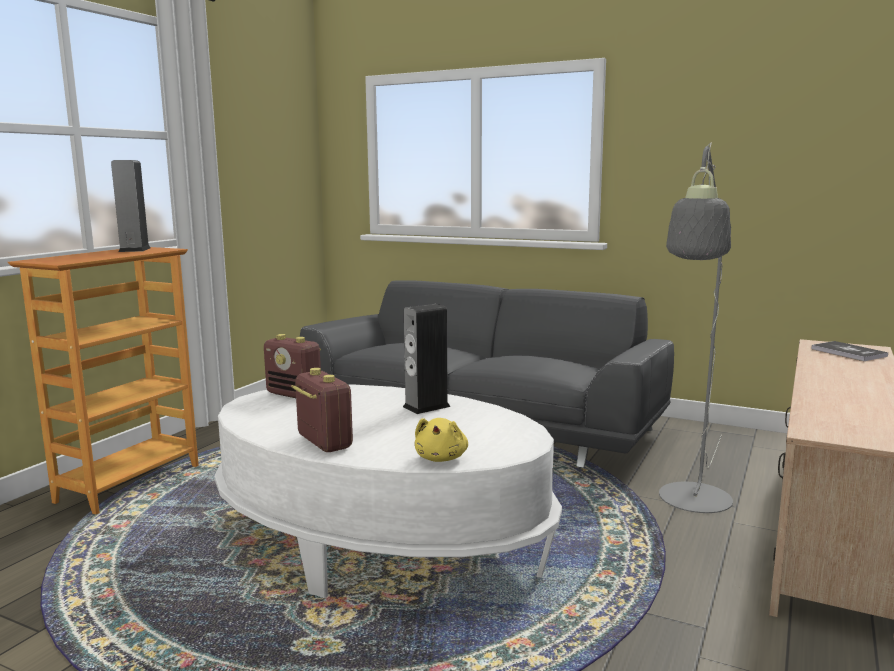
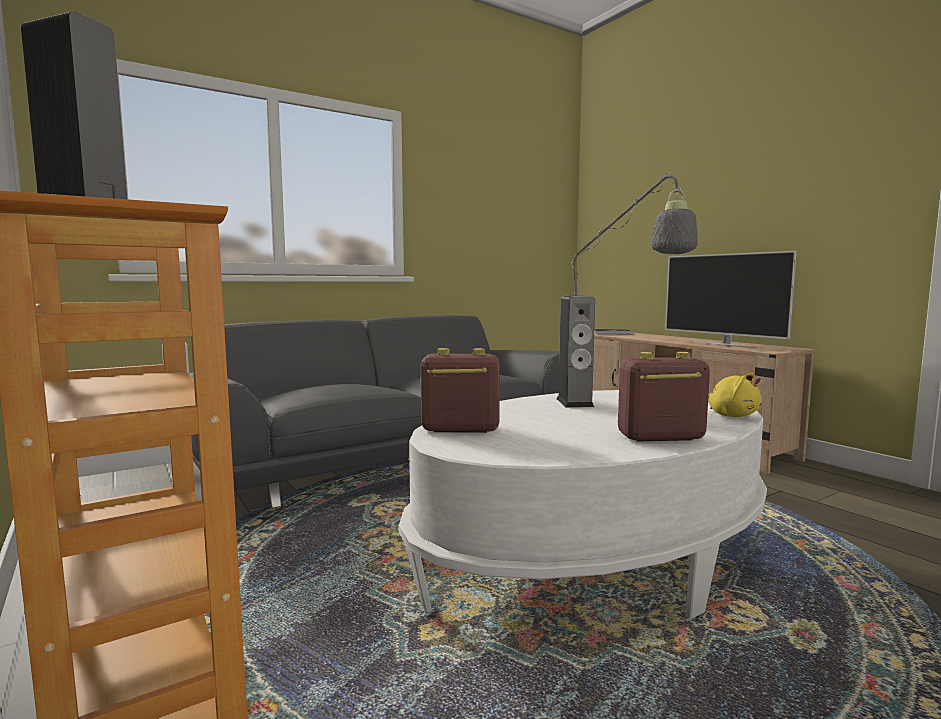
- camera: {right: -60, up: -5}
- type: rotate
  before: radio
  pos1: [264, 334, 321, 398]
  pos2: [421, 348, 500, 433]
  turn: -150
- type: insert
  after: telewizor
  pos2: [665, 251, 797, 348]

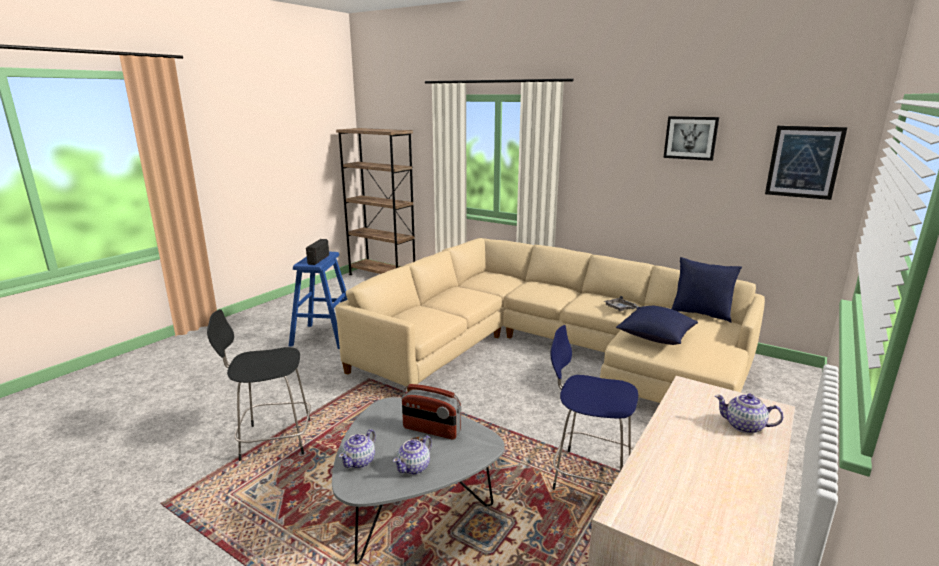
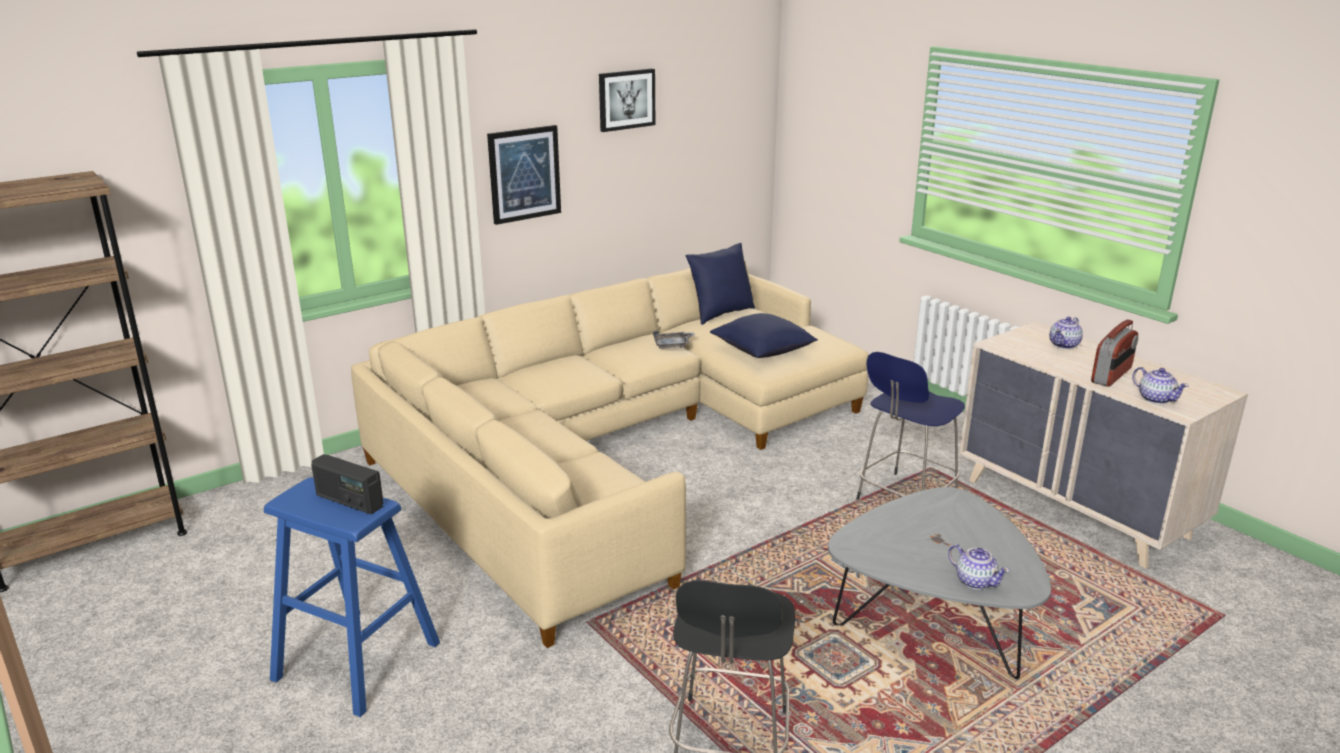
- camera: {right: -70, up: 5}
- type: move
  before: obraz
  pos1: [765, 126, 847, 200]
  pos2: [487, 125, 561, 225]
- type: move
  before: radio
  pos1: [402, 384, 462, 439]
  pos2: [1091, 319, 1138, 387]
- type: move
  before: imbryk
  pos1: [393, 435, 432, 475]
  pos2: [1132, 367, 1188, 404]

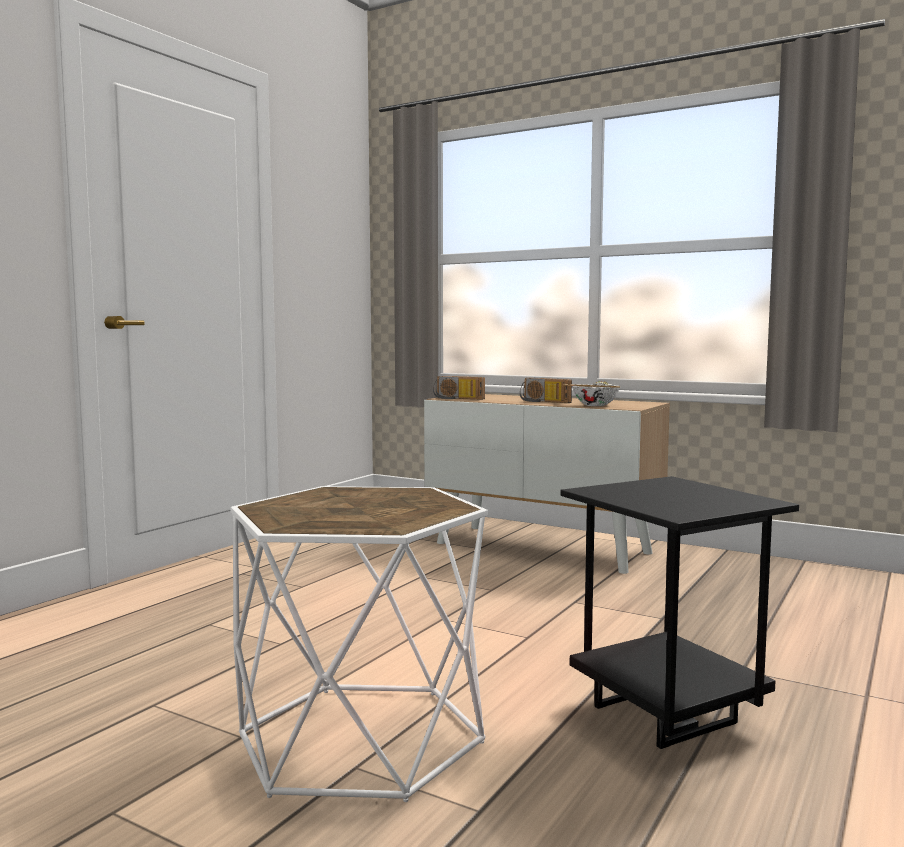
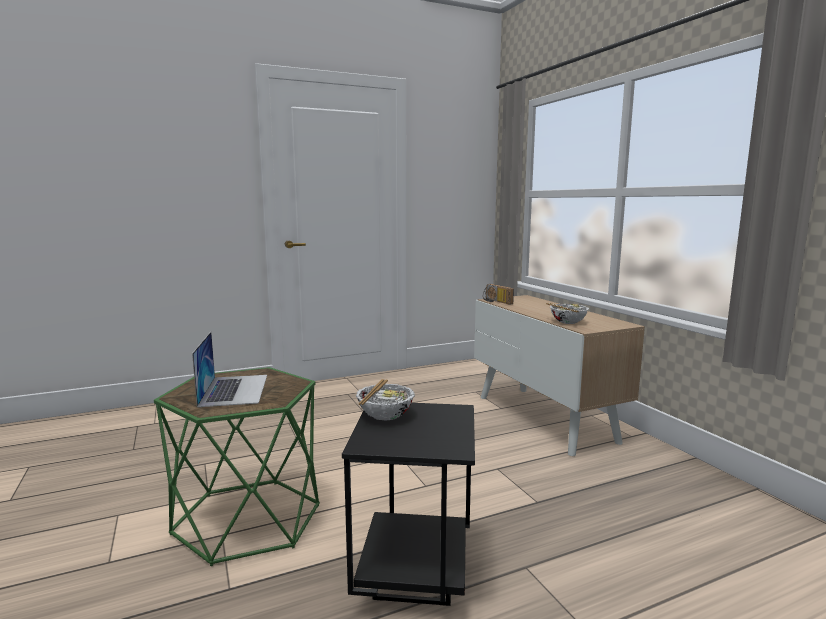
- camera: {right: 35, up: 5}
- type: recolor
  before: stolik (biały)
  after: stolik (zielony)
  pos1: [231, 486, 488, 802]
  pos2: [154, 367, 320, 566]
- type: insert
  after: laptop
  pos2: [192, 332, 267, 407]
- type: insert
  after: miska
  pos2: [356, 379, 415, 421]
- type: delete
  before: radio
  pos1: [520, 378, 572, 403]

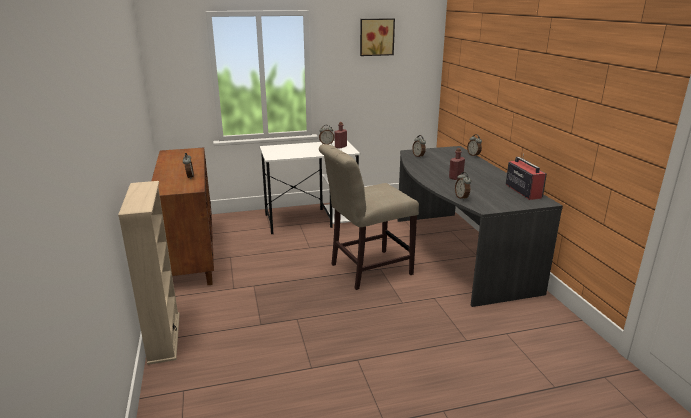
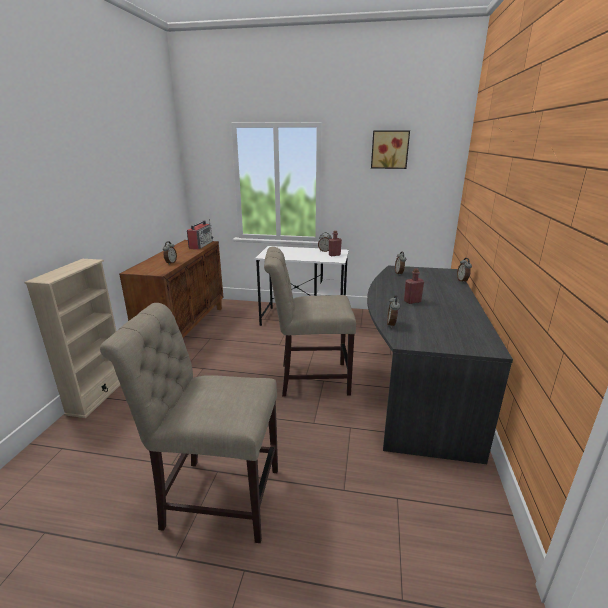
- camera: {right: 25, up: 0}
- type: insert
  after: krzesło (beżowy)
  pos2: [100, 303, 278, 543]
- type: move
  before: radio
  pos1: [506, 154, 547, 200]
  pos2: [187, 219, 213, 250]

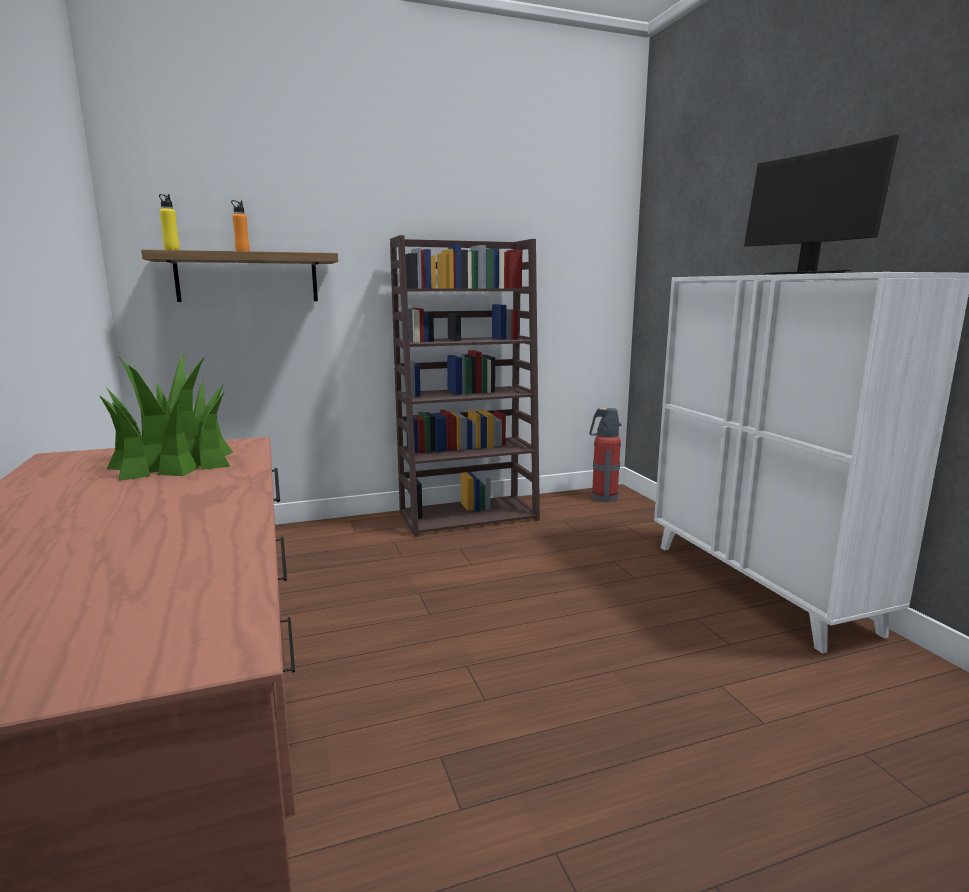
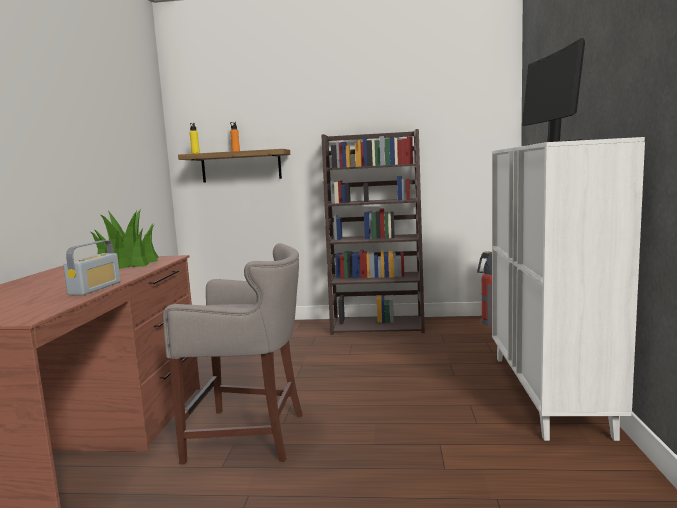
- camera: {right: 25, up: -5}
- type: insert
  after: radio
  pos2: [63, 240, 121, 295]
- type: insert
  after: stołek (szary)
  pos2: [163, 243, 303, 464]

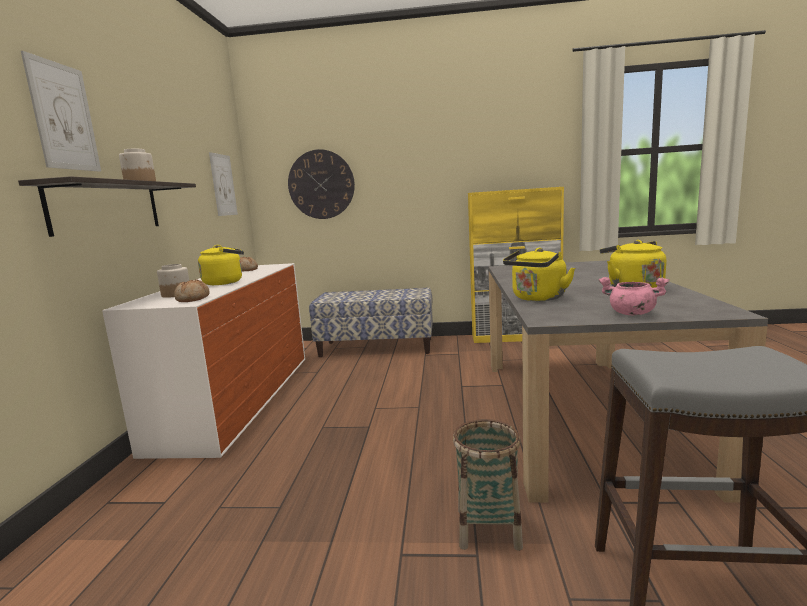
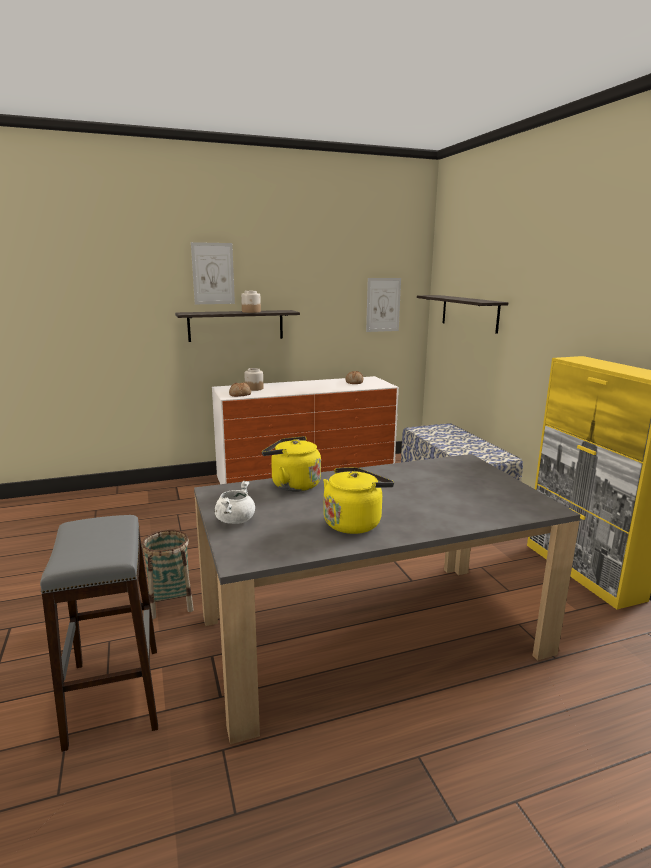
- camera: {right: 65, up: 5}
- type: recolor
  before: garnek (różowy)
  after: garnek (biały)
  pos1: [599, 277, 669, 315]
  pos2: [214, 481, 255, 524]
- type: replace
  before: zegar ścienny
  after: półka
  pos1: [288, 149, 355, 219]
  pos2: [417, 295, 508, 334]
- type: delete
  before: czajnik (żółty)
  pos1: [198, 245, 244, 285]

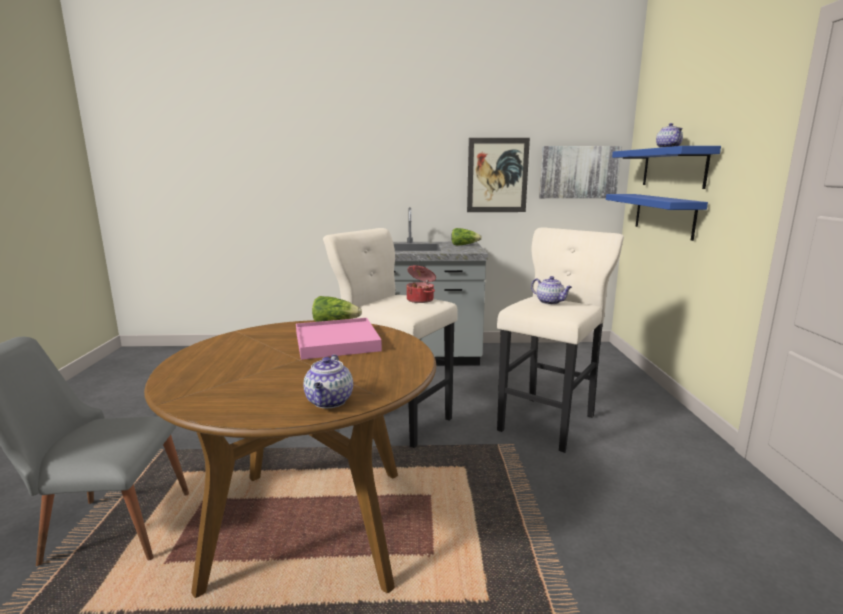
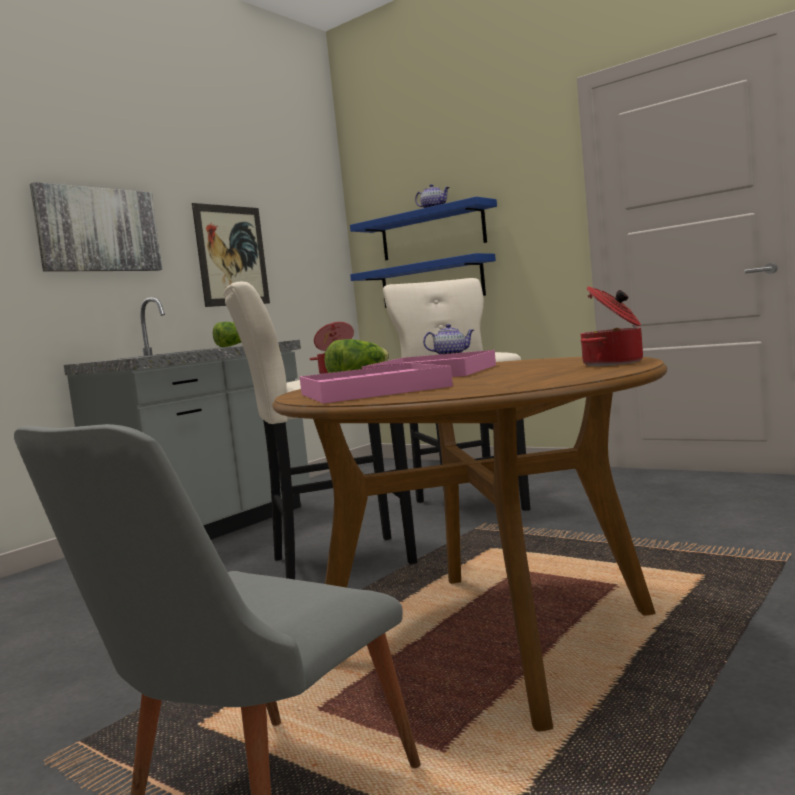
- camera: {right: -50, up: -10}
- type: move
  before: obraz
  pos1: [539, 146, 622, 198]
  pos2: [30, 182, 162, 272]
- type: insert
  after: taca (różowy)
  pos2: [300, 363, 453, 403]
- type: replace
  before: imbryk
  after: garnek
  pos1: [303, 354, 353, 408]
  pos2: [581, 286, 643, 366]

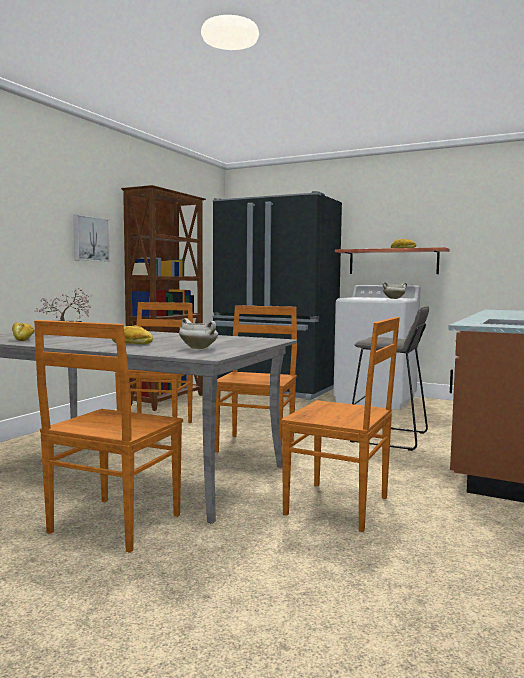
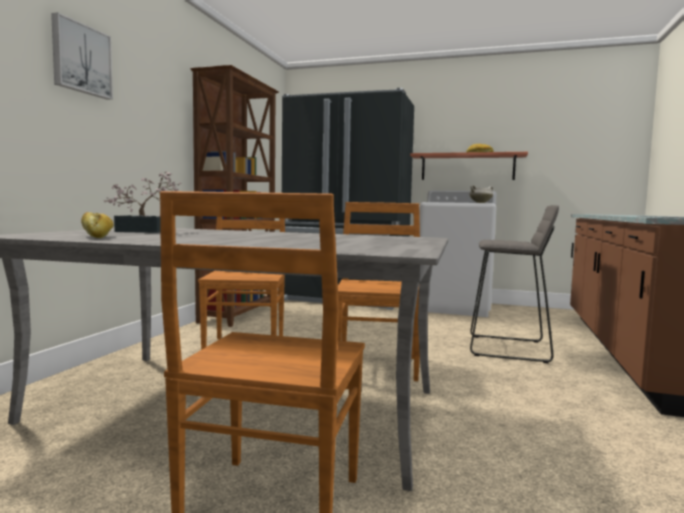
- camera: {right: -10, up: 0}
- type: move
  before: obraz
  pos1: [73, 215, 110, 262]
  pos2: [51, 12, 113, 100]
- type: delete
  before: chleb
  pos1: [112, 325, 153, 345]
- type: delete
  before: garnek (biały)
  pos1: [179, 318, 218, 349]
- type: delete
  before: krzesło (brązowy)
  pos1: [281, 317, 400, 532]

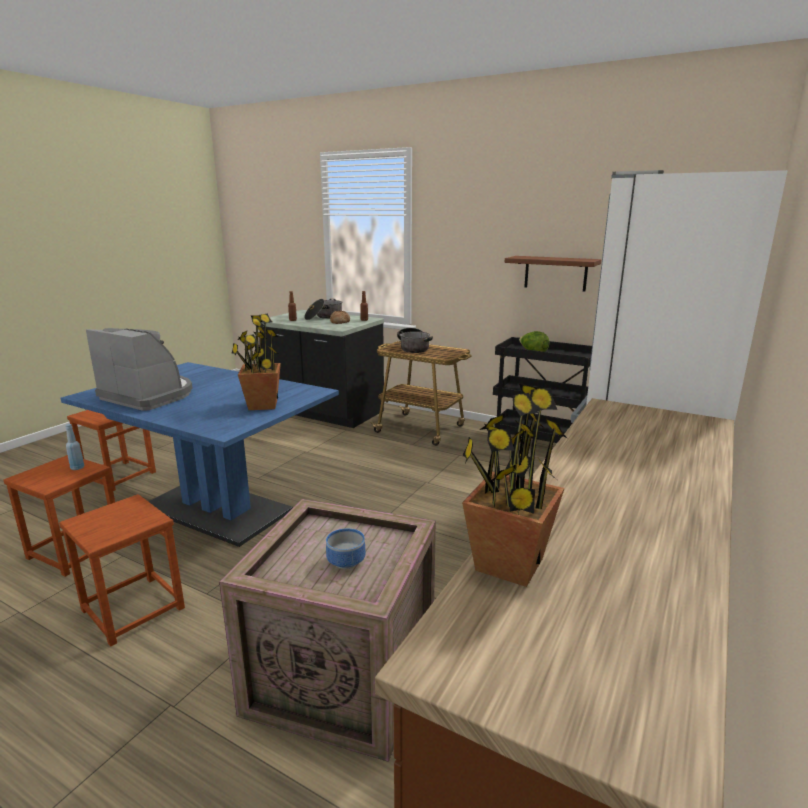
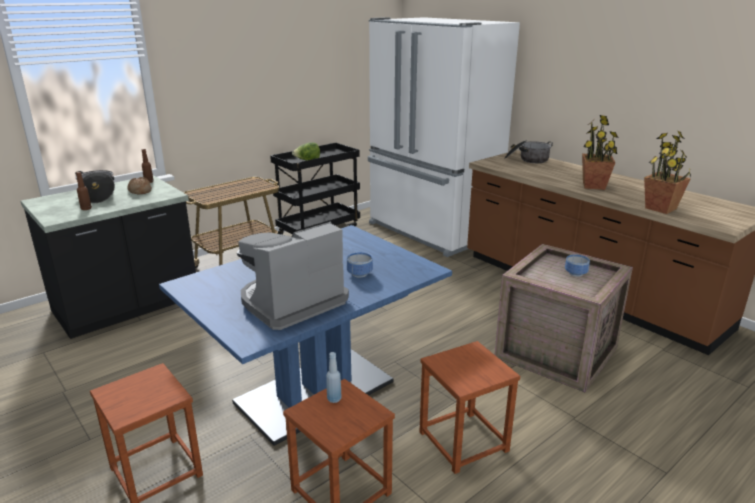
- camera: {right: -70, up: 5}
- type: insert
  after: miska
  pos2: [347, 252, 373, 278]
- type: move
  before: garnek
  pos1: [397, 328, 433, 353]
  pos2: [504, 140, 553, 163]
- type: move
  before: roślina doniczkowa
  pos1: [232, 313, 281, 410]
  pos2: [582, 115, 619, 190]
- type: delete
  before: półka (brązowy)
  pos1: [504, 256, 601, 292]

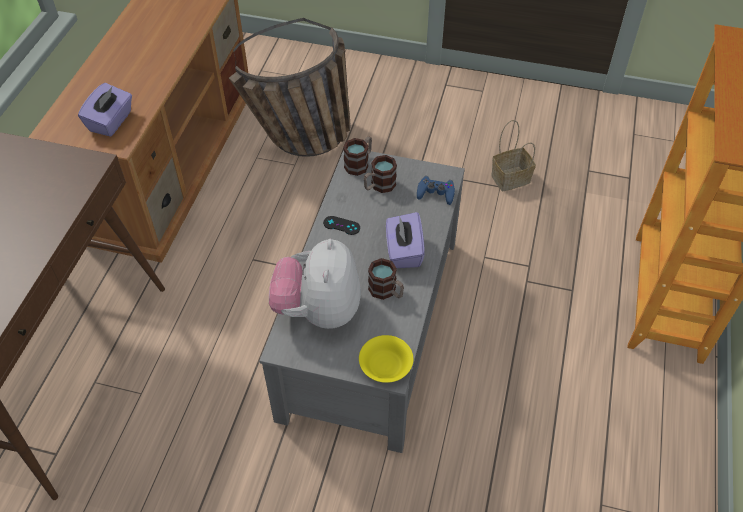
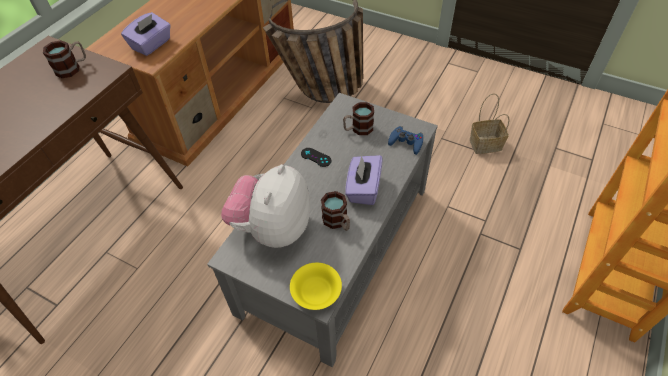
- camera: {right: 15, up: 0}
- type: move
  before: kubek
  pos1: [343, 137, 372, 176]
  pos2: [43, 40, 86, 78]

